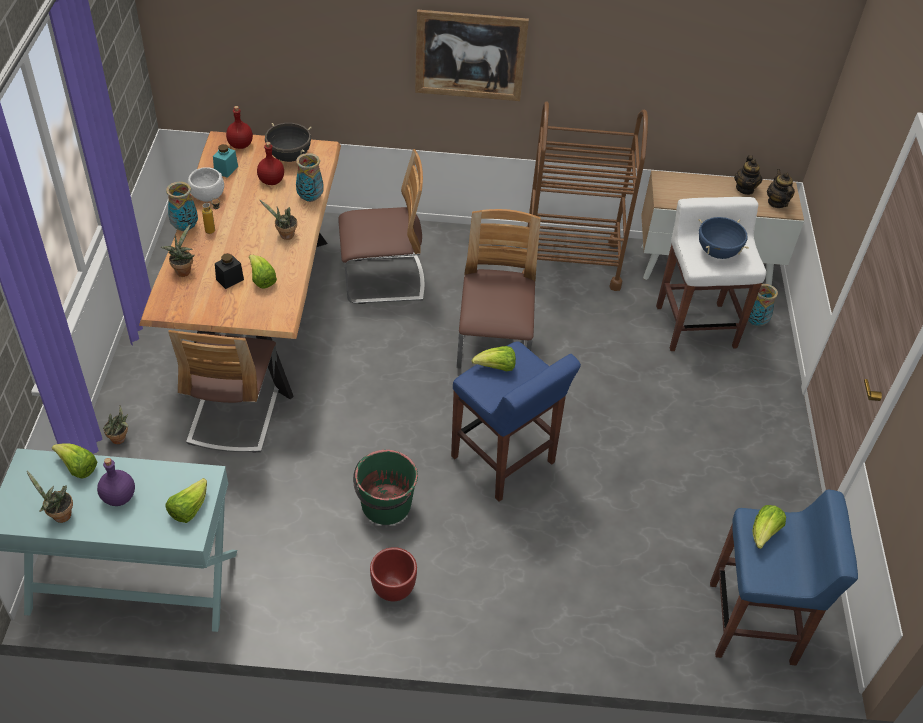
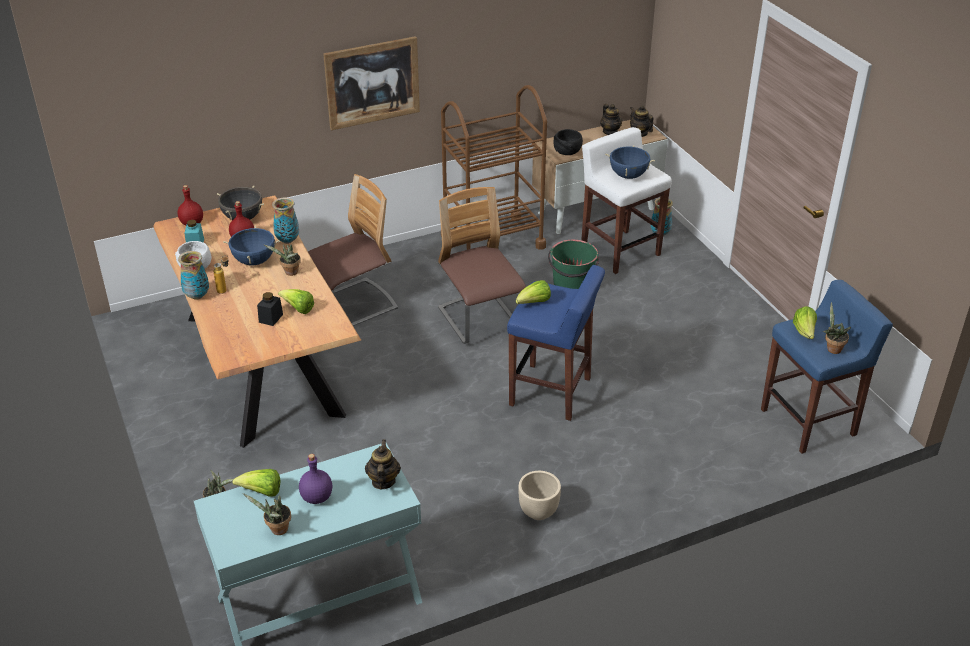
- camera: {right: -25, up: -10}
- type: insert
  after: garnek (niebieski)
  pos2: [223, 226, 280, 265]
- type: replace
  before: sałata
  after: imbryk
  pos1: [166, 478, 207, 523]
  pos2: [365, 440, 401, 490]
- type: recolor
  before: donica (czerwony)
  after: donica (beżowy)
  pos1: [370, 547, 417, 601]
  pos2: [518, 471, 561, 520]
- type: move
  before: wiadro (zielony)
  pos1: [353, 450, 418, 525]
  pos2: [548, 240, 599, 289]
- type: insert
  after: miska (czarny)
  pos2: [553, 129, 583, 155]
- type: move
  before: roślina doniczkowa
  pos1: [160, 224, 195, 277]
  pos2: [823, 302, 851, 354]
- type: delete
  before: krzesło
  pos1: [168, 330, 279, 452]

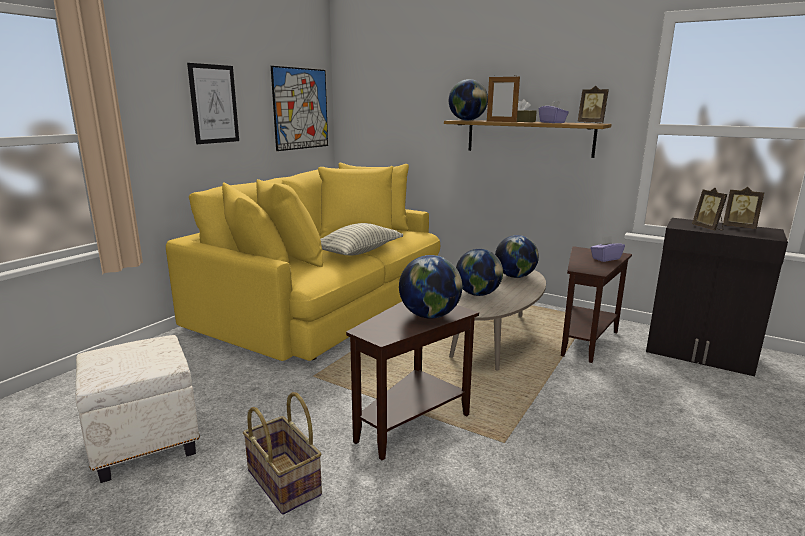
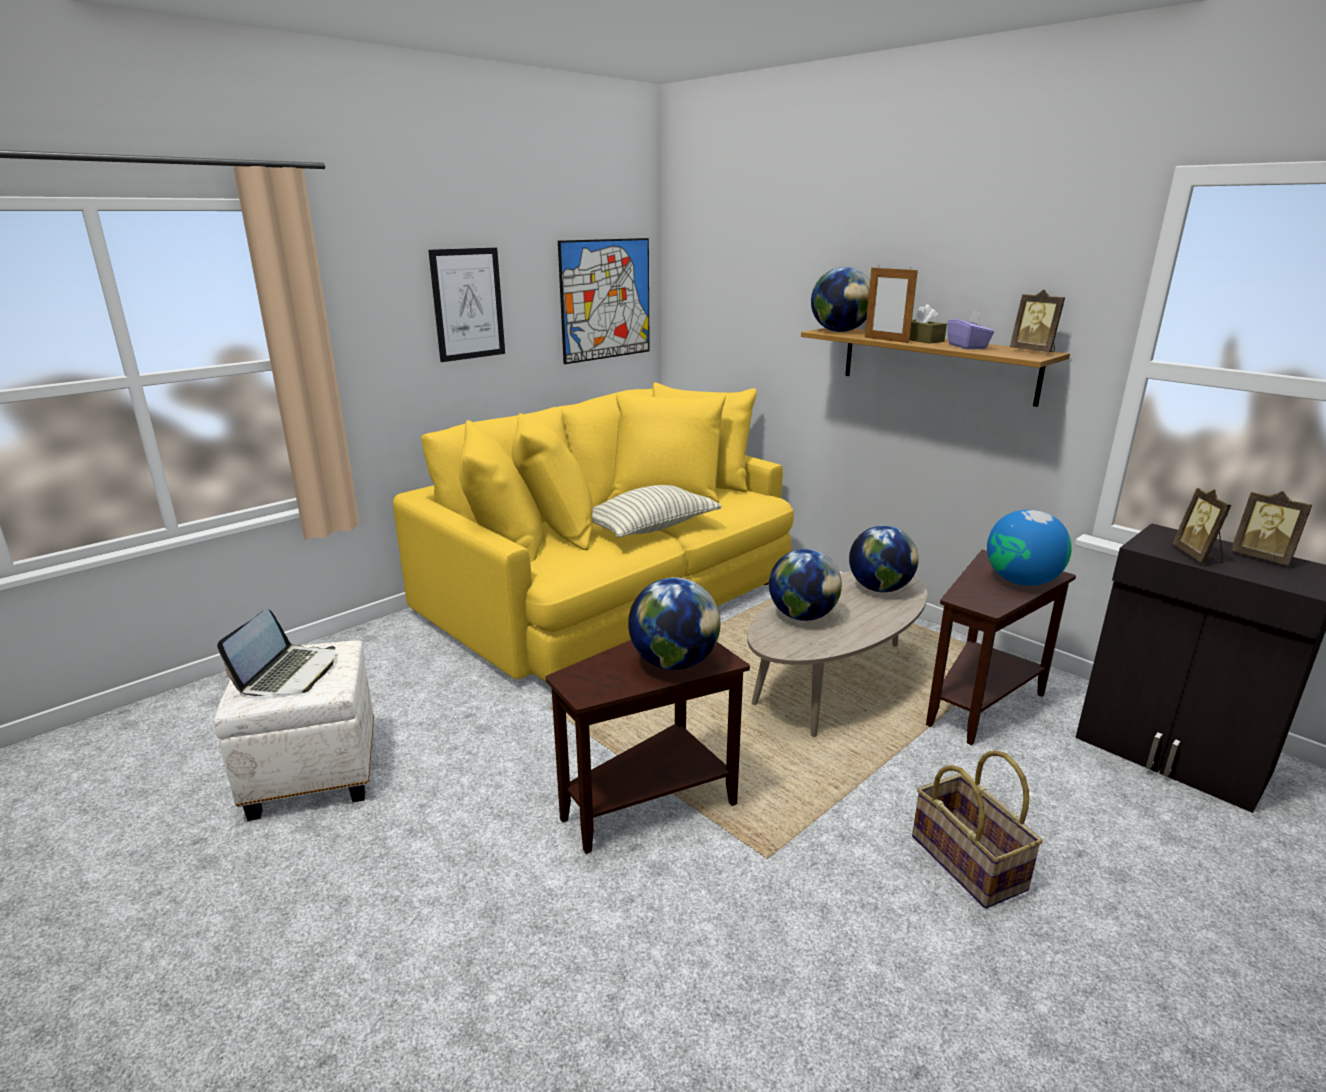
- camera: {right: 15, up: 5}
- type: insert
  after: laptop
  pos2: [217, 609, 336, 696]
- type: move
  before: koszyk
  pos1: [243, 392, 322, 515]
  pos2: [912, 751, 1043, 909]
- type: replace
  before: pudełko chusteczek (fioletowy)
  after: globus
  pos1: [591, 236, 625, 262]
  pos2: [987, 510, 1072, 586]

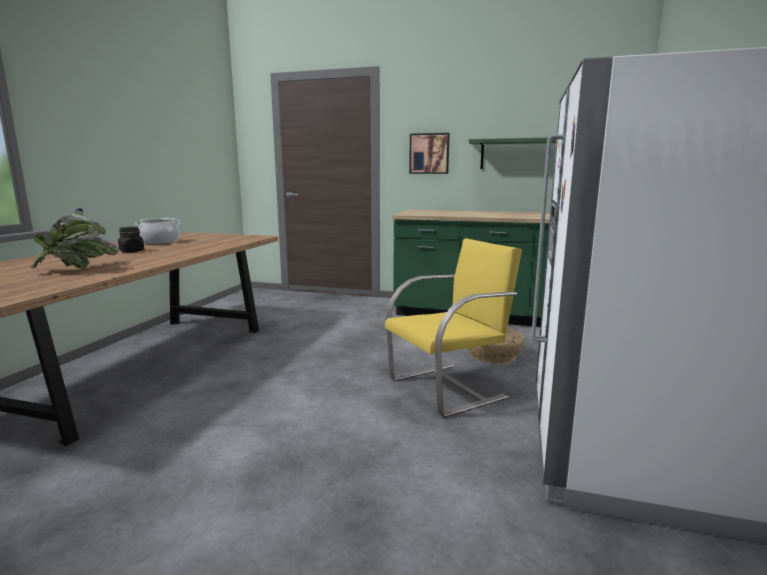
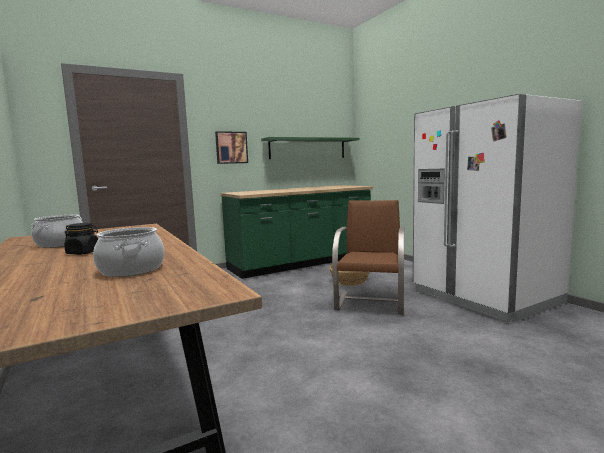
- camera: {right: -45, up: -5}
- type: replace
  before: roślina doniczkowa
  after: garnek
  pos1: [30, 208, 119, 268]
  pos2: [93, 227, 164, 277]
- type: recolor
  before: krzesło (żółty)
  after: krzesło (brązowy)
  pos1: [385, 238, 522, 418]
  pos2: [332, 200, 405, 315]

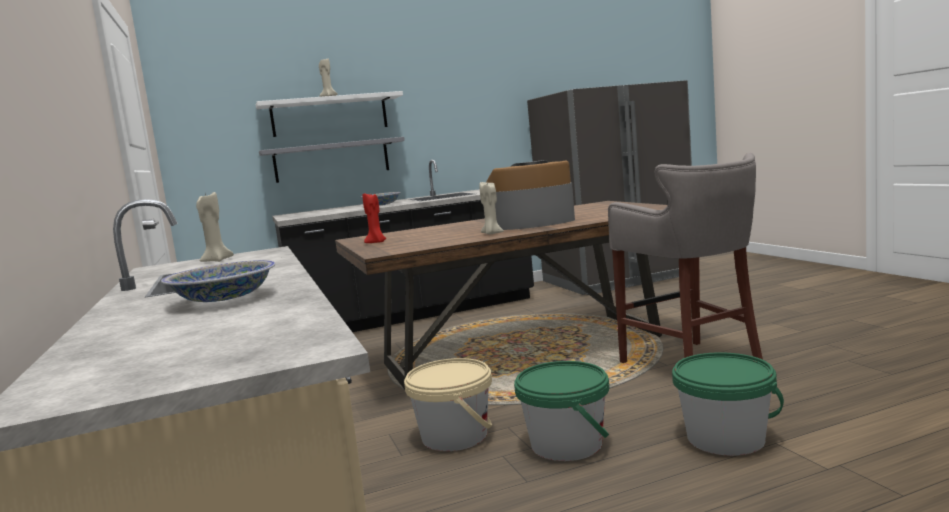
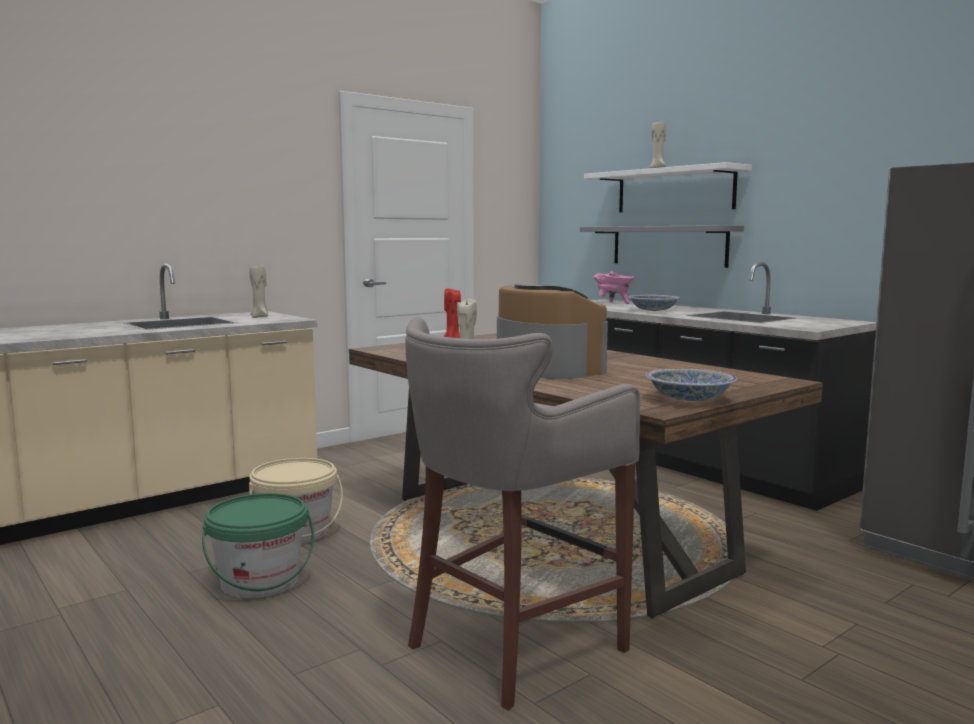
- camera: {right: 70, up: 0}
- type: insert
  after: garnek (różowy)
  pos2: [593, 271, 635, 304]
- type: move
  before: miska
  pos1: [161, 260, 275, 302]
  pos2: [646, 368, 737, 401]
- type: delete
  before: wiadro (zielony)
  pos1: [672, 353, 784, 456]

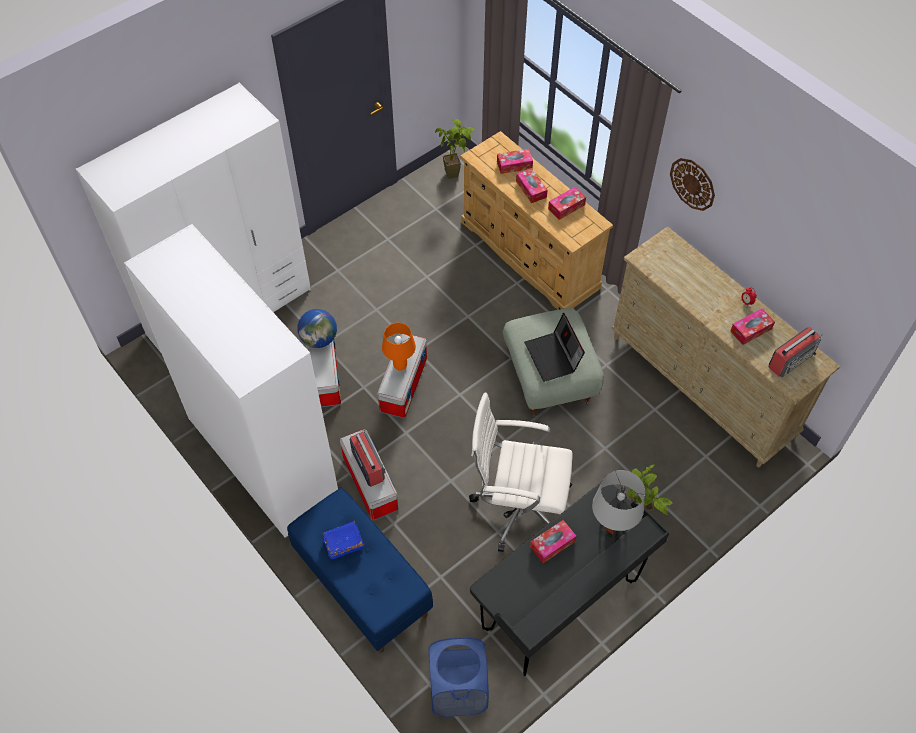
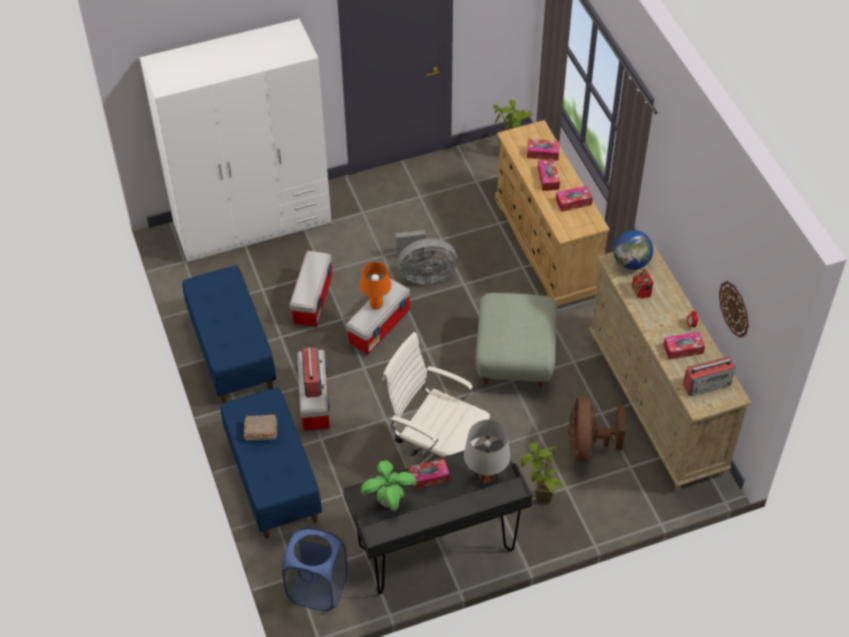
- camera: {right: 20, up: -5}
- type: replace
  before: szafa (biały)
  after: ławka (niebieski)
  pos1: [124, 224, 338, 538]
  pos2: [182, 266, 276, 403]
- type: recolor
  before: książka (niebieski)
  after: książka (brązowy)
  pos1: [322, 521, 364, 559]
  pos2: [244, 414, 277, 441]
- type: insert
  after: roślina doniczkowa
  pos2: [361, 460, 416, 511]
- type: insert
  after: wentylator (szary)
  pos2: [395, 230, 457, 284]
- type: insert
  after: wentylator (brązowy)
  pos2: [568, 397, 625, 462]
- type: move
  before: globus
  pos1: [297, 309, 337, 348]
  pos2: [613, 230, 653, 270]
- type: insert
  after: radio
  pos2: [632, 268, 653, 299]
- type: move
  before: zegar ścienny
  pos1: [670, 158, 715, 211]
  pos2: [719, 281, 749, 338]
- type: delete
  before: laptop
  pos1: [524, 313, 585, 382]

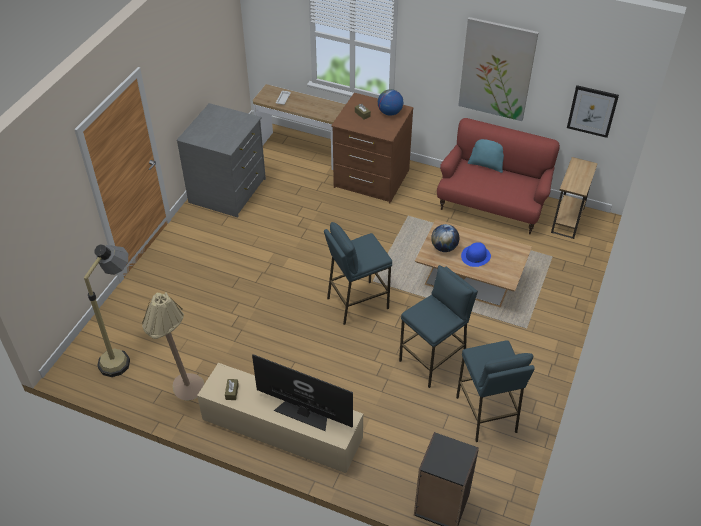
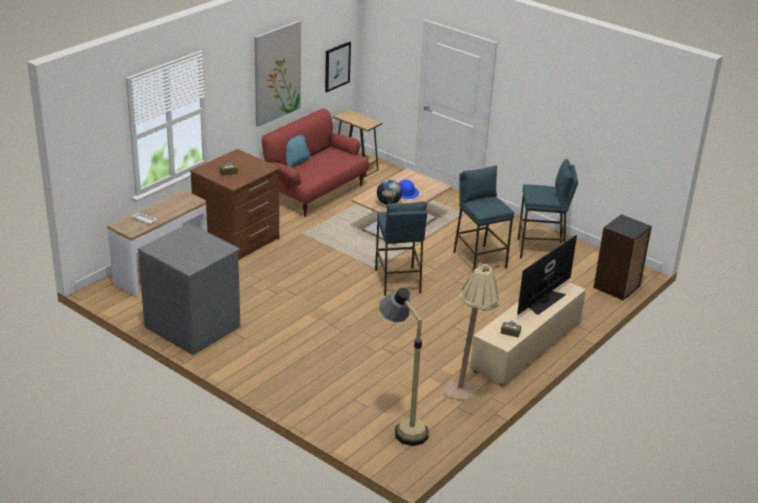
- camera: {right: -75, up: -15}
- type: delete
  before: globus
  pos1: [378, 89, 403, 116]

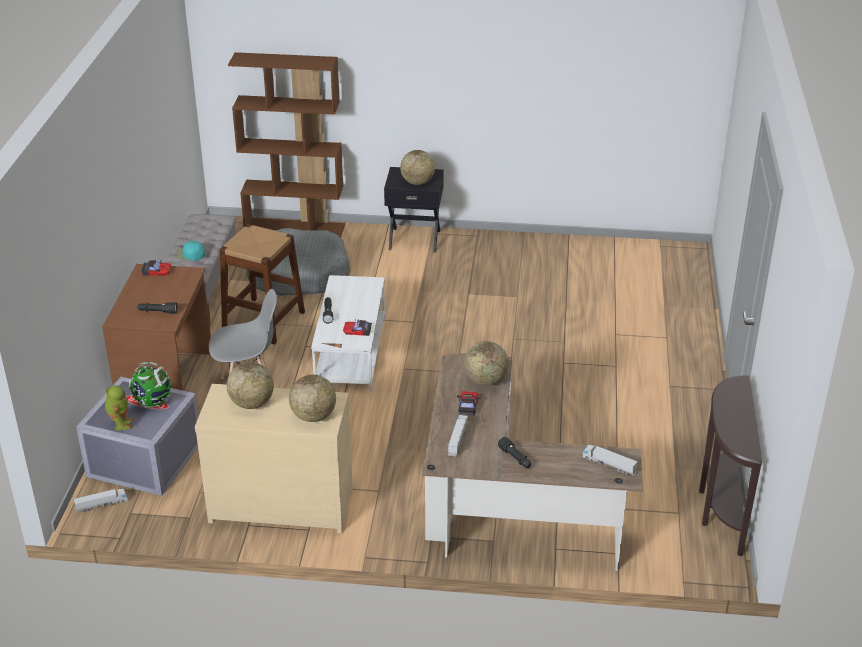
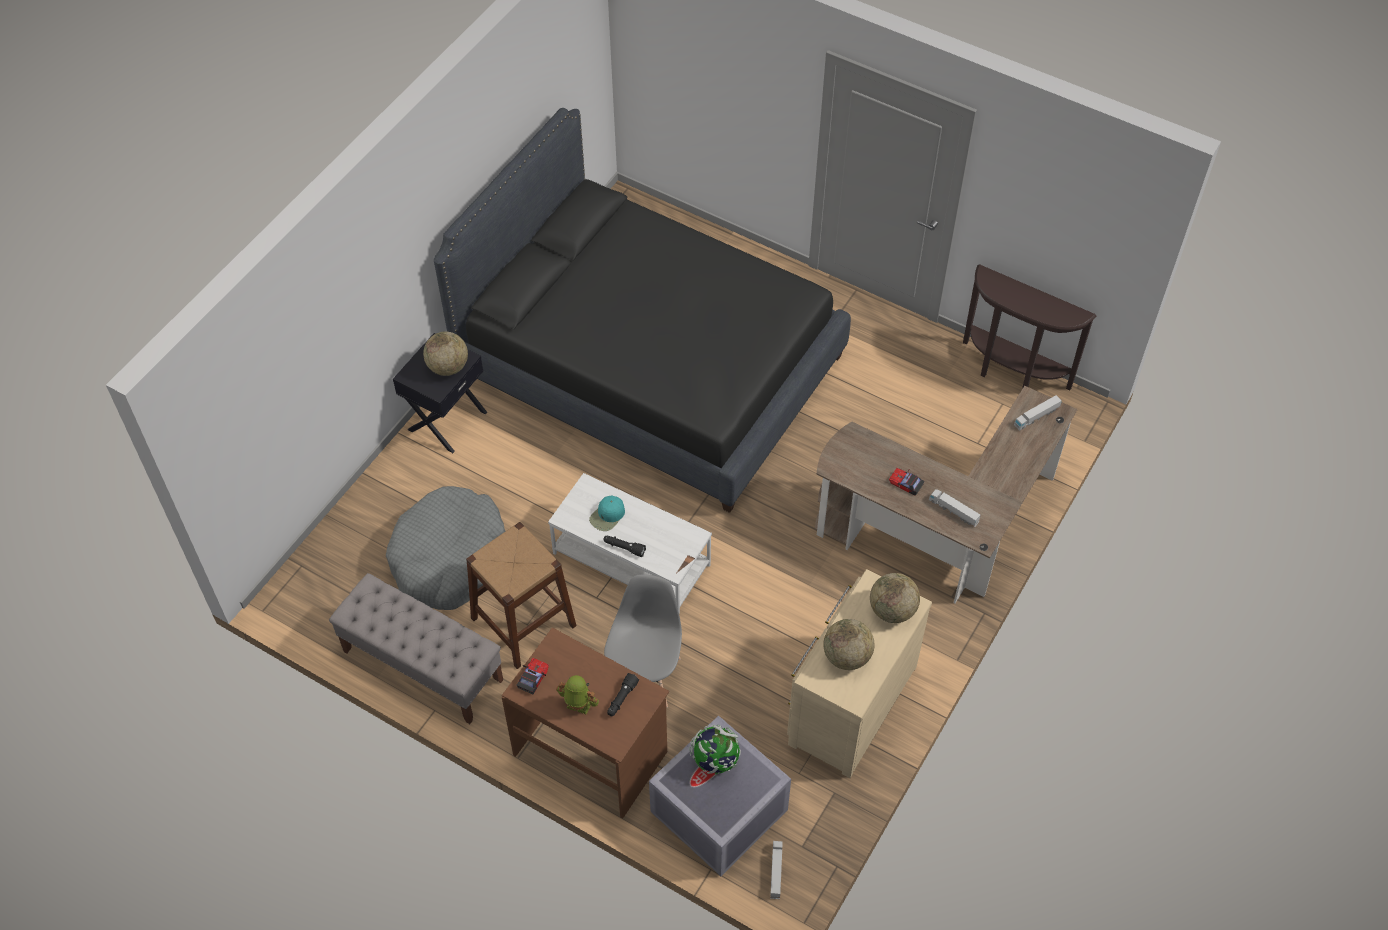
- camera: {right: -65, up: 20}
- type: insert
  after: łóżko (czarny)
  pos2: [434, 108, 851, 513]
- type: move
  before: robot zabawkowy
  pos1: [105, 385, 134, 430]
  pos2: [556, 675, 599, 714]
- type: move
  before: czapka z daszkiem (turkusowy)
  pos1: [174, 241, 205, 261]
  pos2: [589, 496, 625, 531]
- type: delete
  before: regał (brązowy)
  pos1: [228, 52, 345, 238]
- type: delete
  before: samochodzik
  pos1: [343, 320, 372, 336]
- type: delete
  before: globus
  pos1: [464, 341, 509, 386]
- type: delete
  before: latarka (czarny)
  pos1: [498, 437, 531, 468]

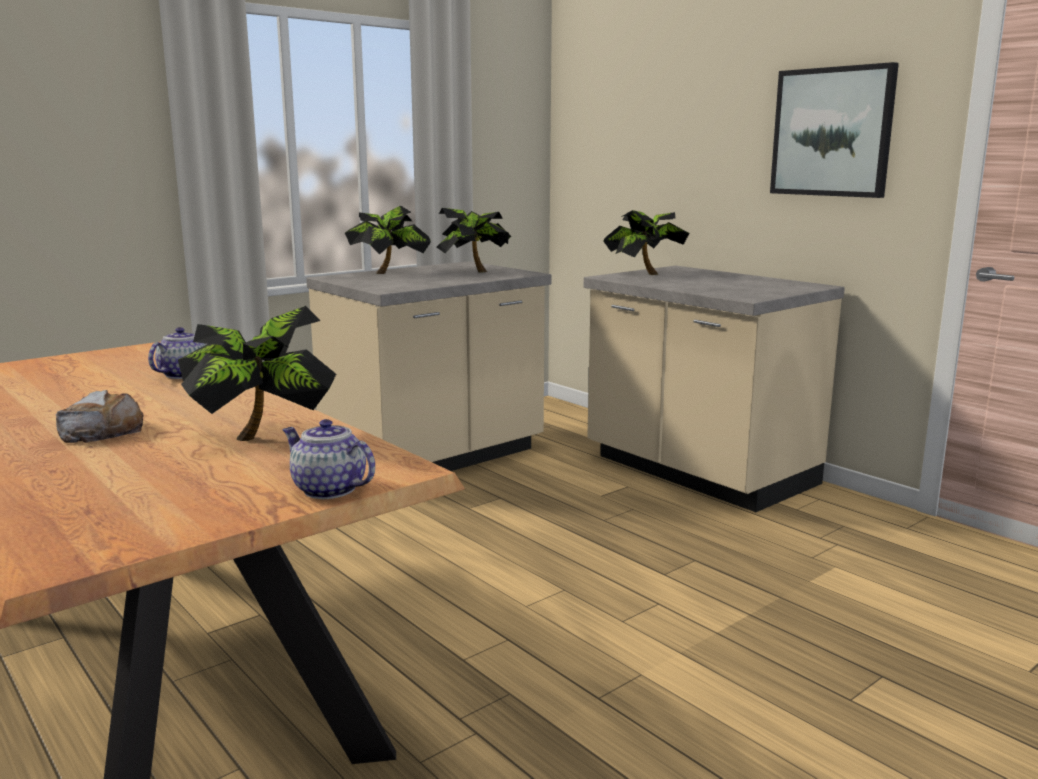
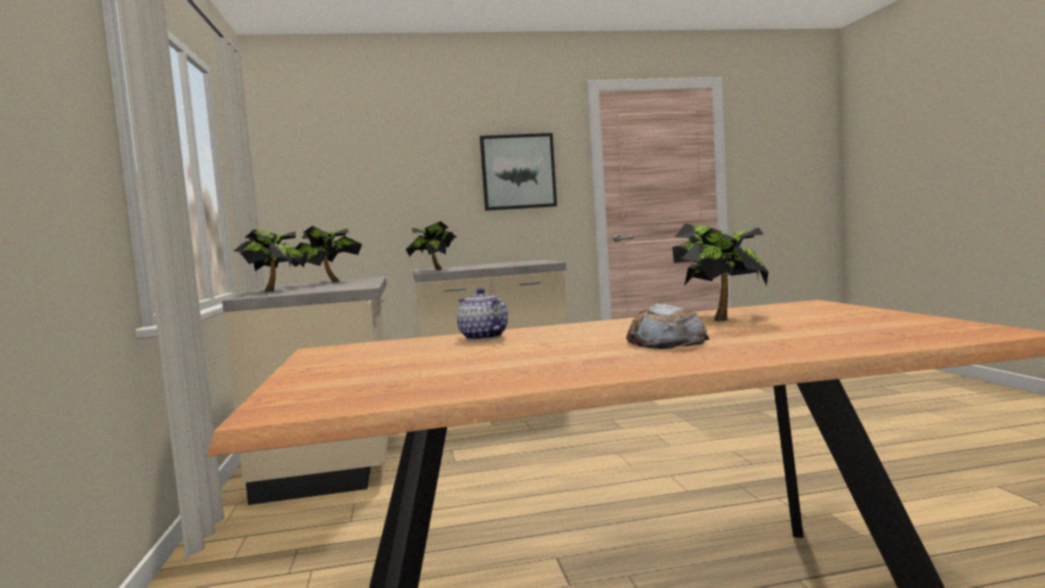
- camera: {right: -60, up: -10}
- type: delete
  before: imbryk
  pos1: [282, 419, 375, 499]

